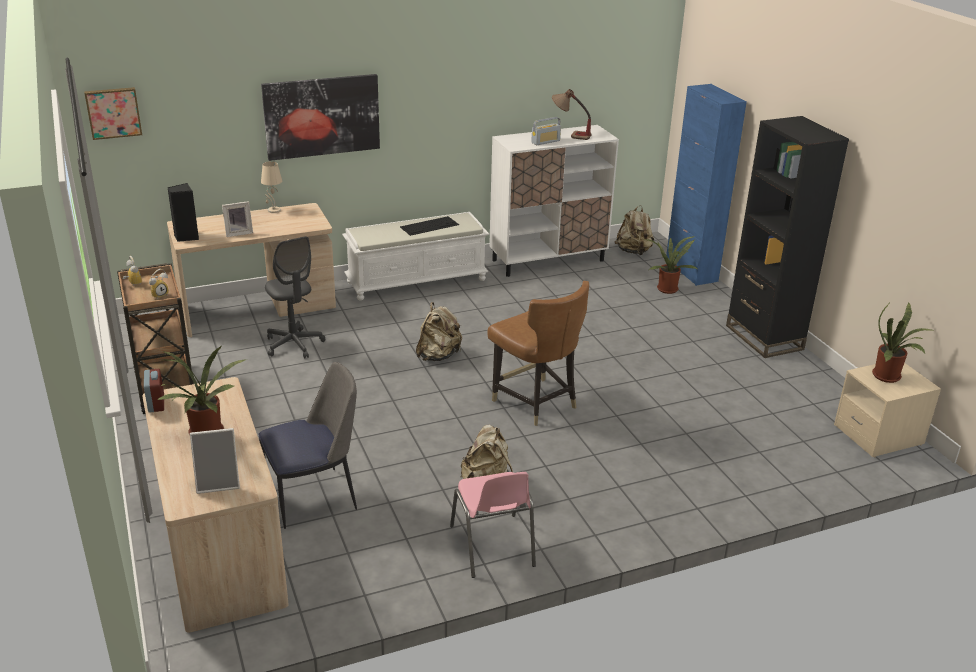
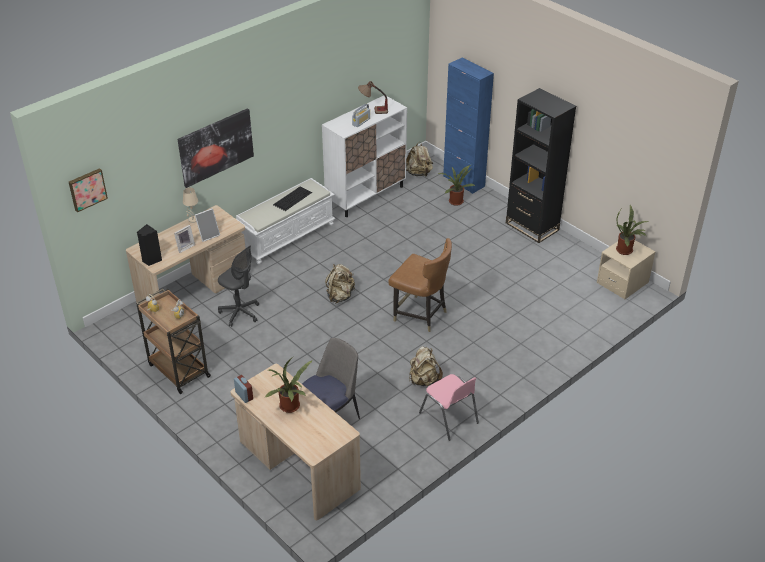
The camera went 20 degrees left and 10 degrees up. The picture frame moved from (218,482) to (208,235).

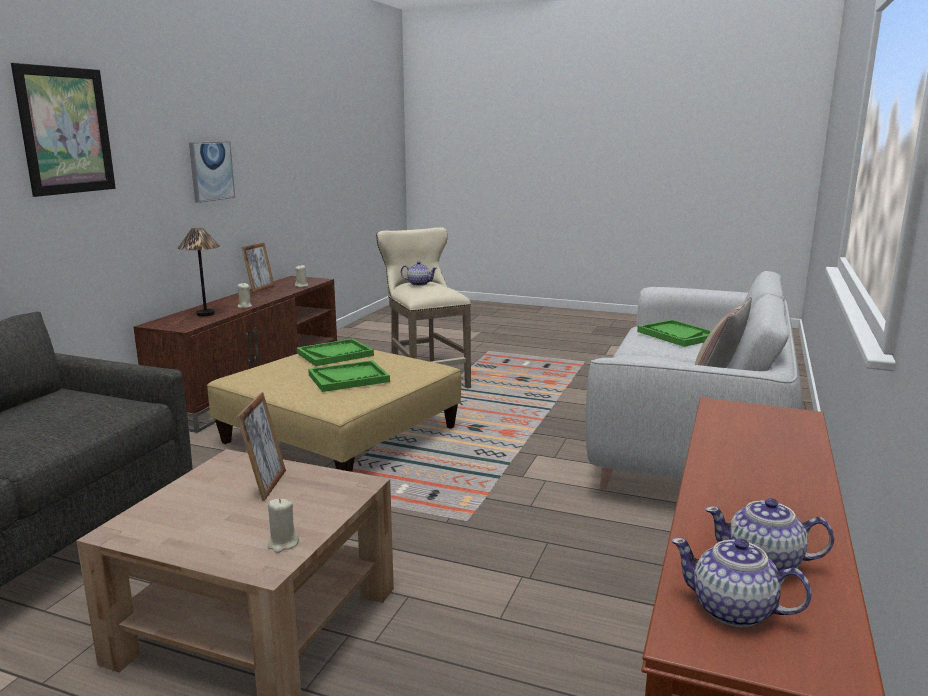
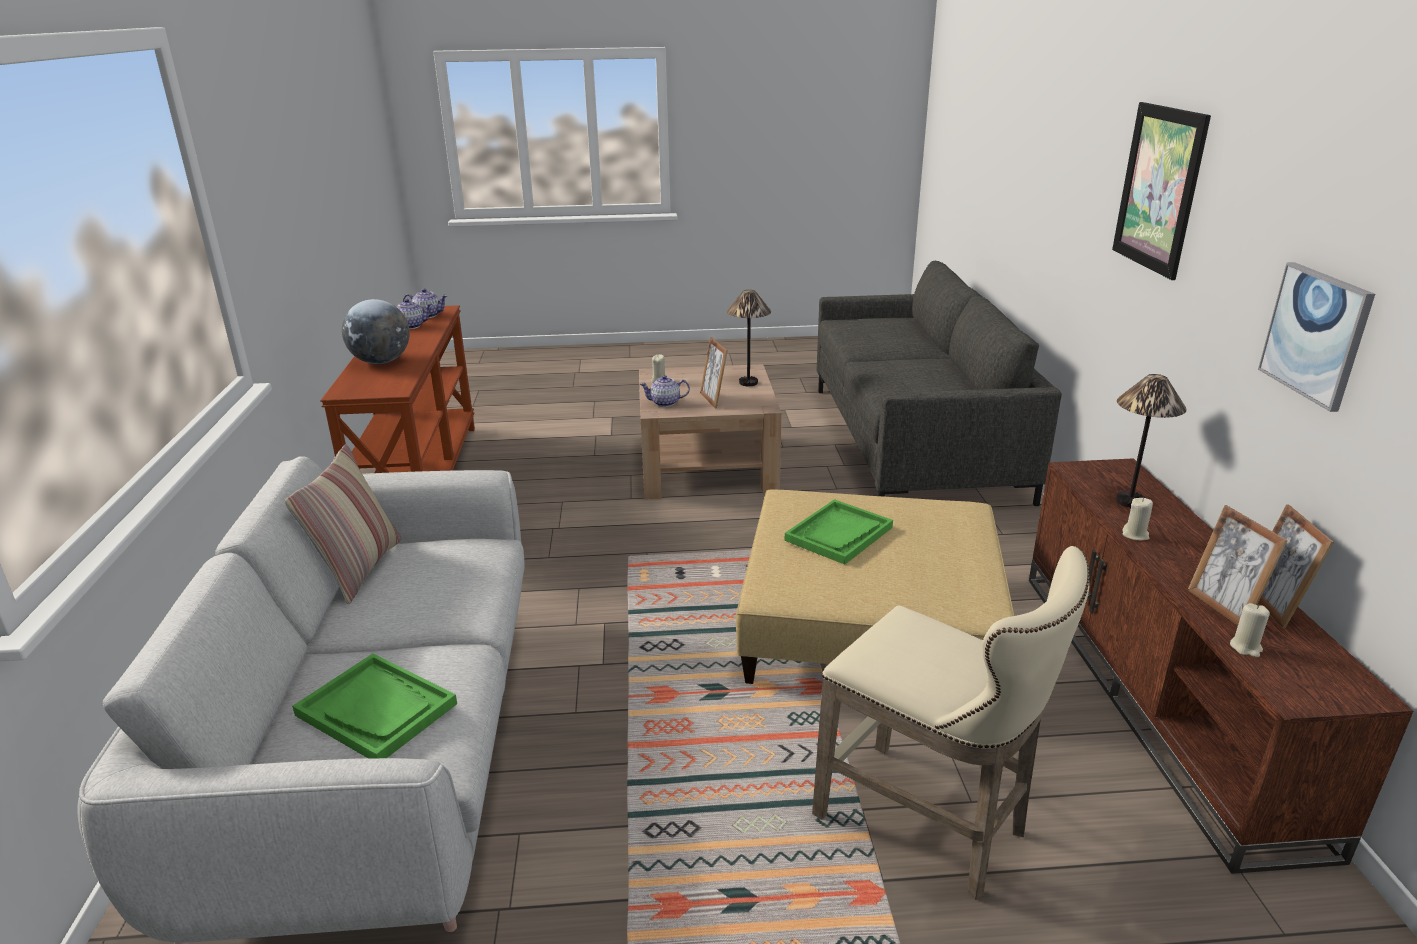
The camera went 155 degrees right and 10 degrees up. The globe at (381,362) appeared. The pot for tea moved from (419,284) to (665,403). The lamp for a table at (747,383) appeared. The picture frame at (1223,607) appeared. The tray (greenish) at (335,354) disappeared.

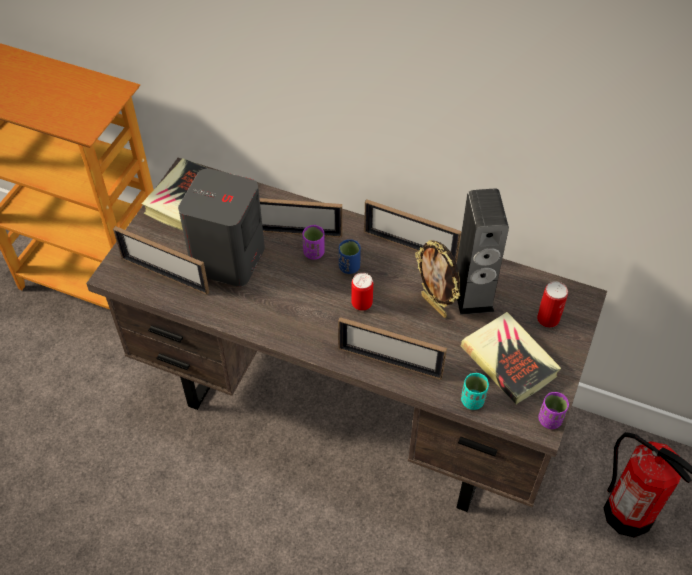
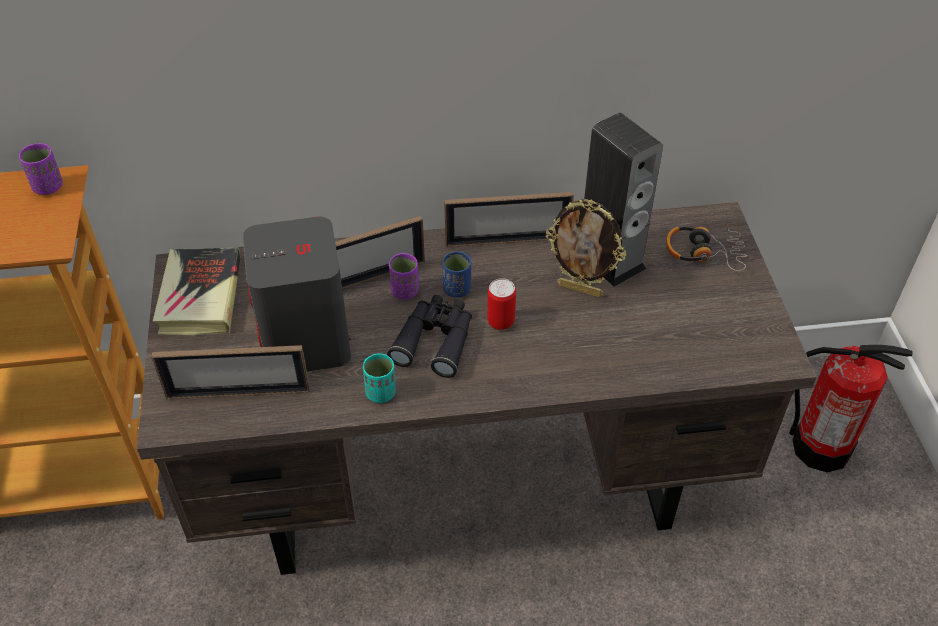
The camera went 30 degrees left and 5 degrees down. The drinking cup (purple-coloured) moved from (550,420) to (48,187). The drinking cup (blue-green) moved from (472,400) to (381,393). The binoculars (blackish) at (435,340) appeared. The metal can at (548,319) was replaced by the pair of headphones at (704,252). The picture frame at (390,362) disappeared. The book at (509,361) disappeared.

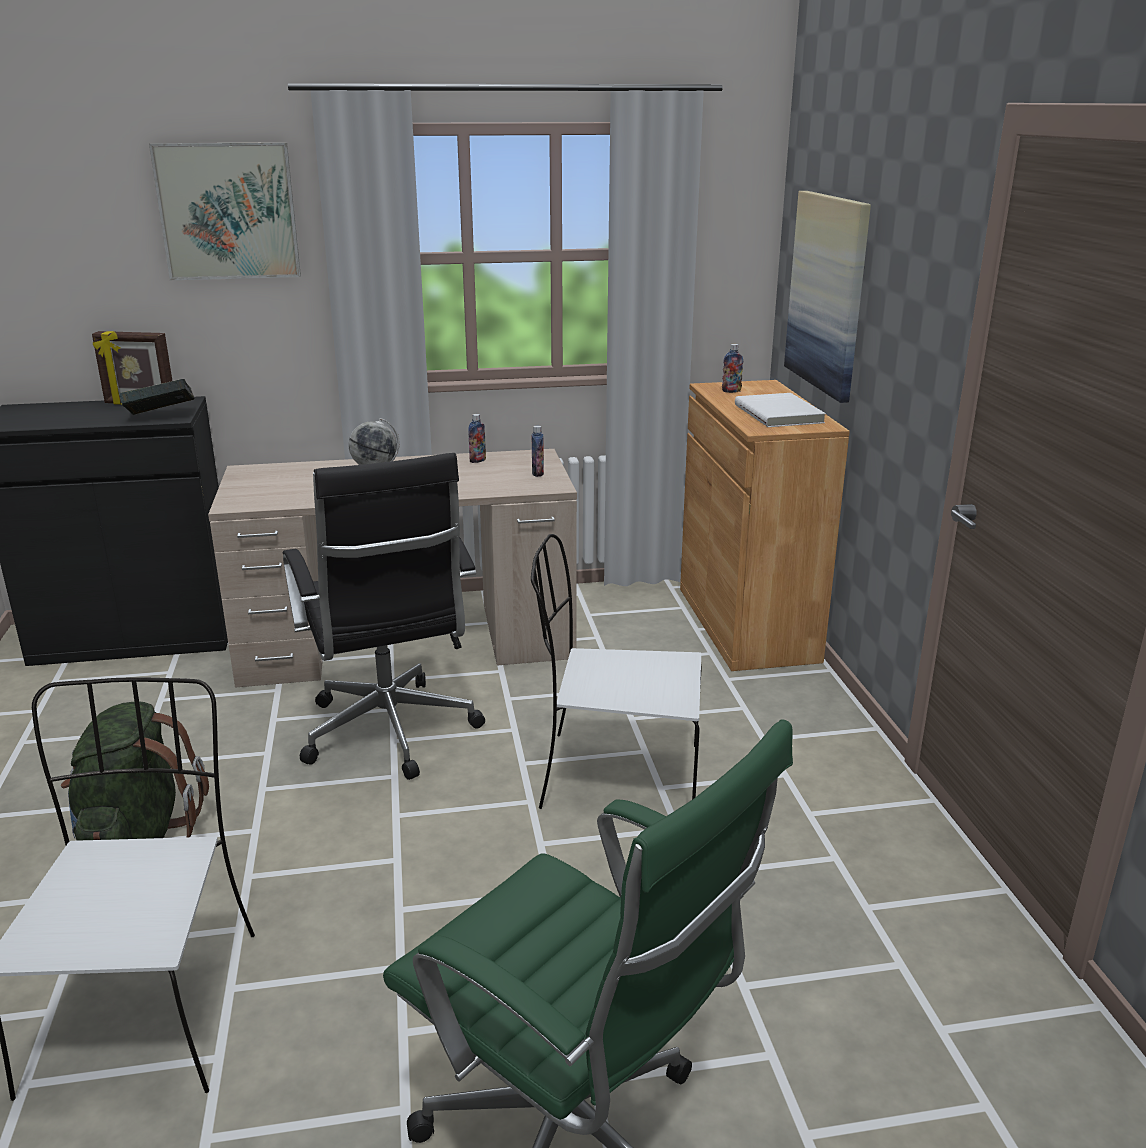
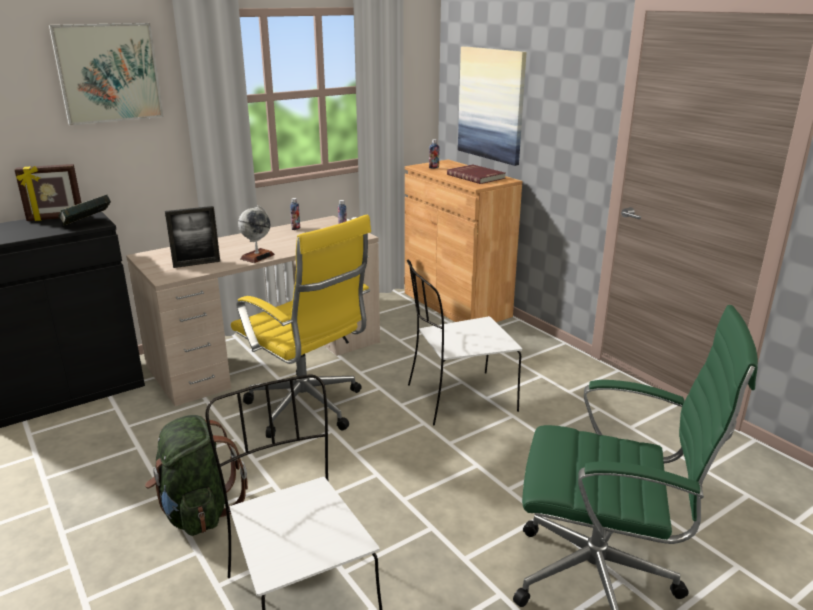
The camera went 25 degrees left and 0 degrees up. The picture frame at (196,264) appeared. The computer chair (blackish) at (391,735) became the computer chair (yellow) at (308,409). The book (white-coloured) at (780,414) became the book (reddish) at (476,176).

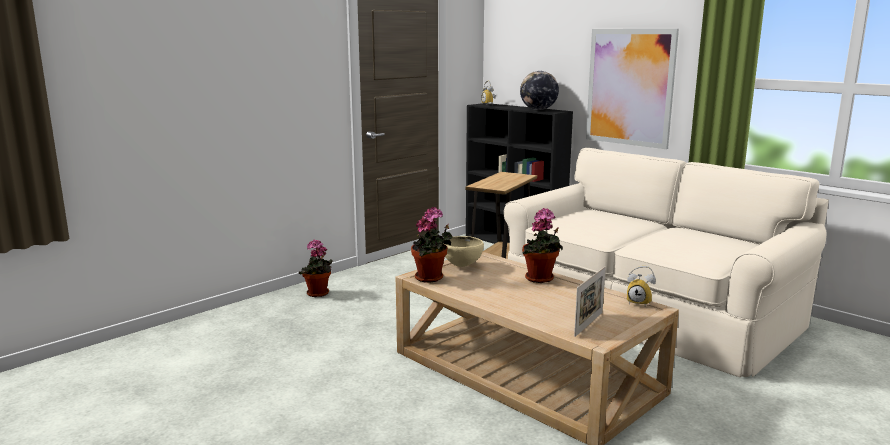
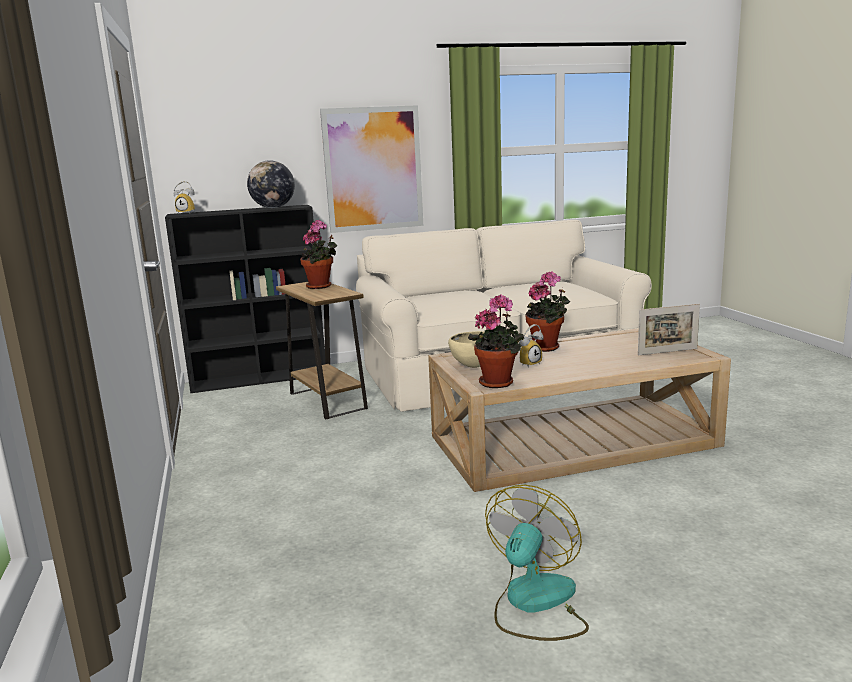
The camera went 60 degrees left and 0 degrees up. The houseplant moved from (318,294) to (321,286). The cooling fan at (534,604) appeared. The bedside clock moved from (640,302) to (528,364). The picture frame at (588,324) turned 105 degrees clockwise.

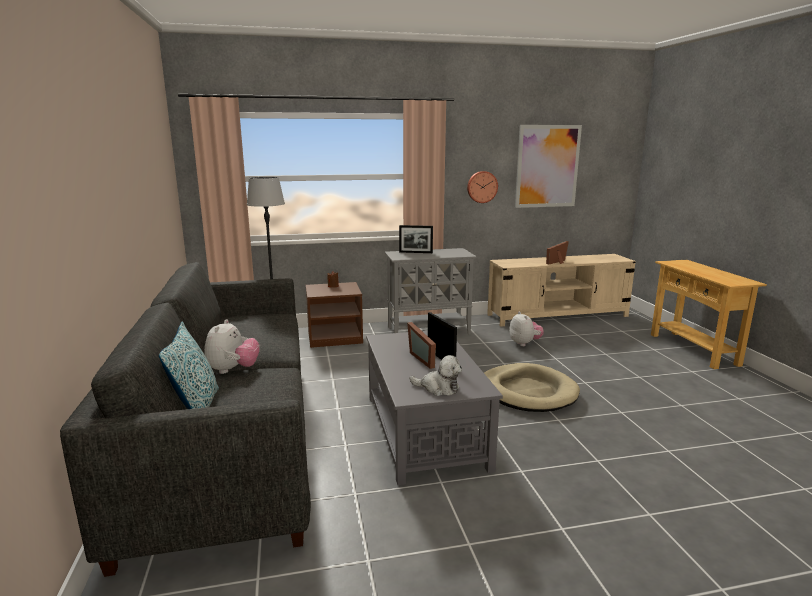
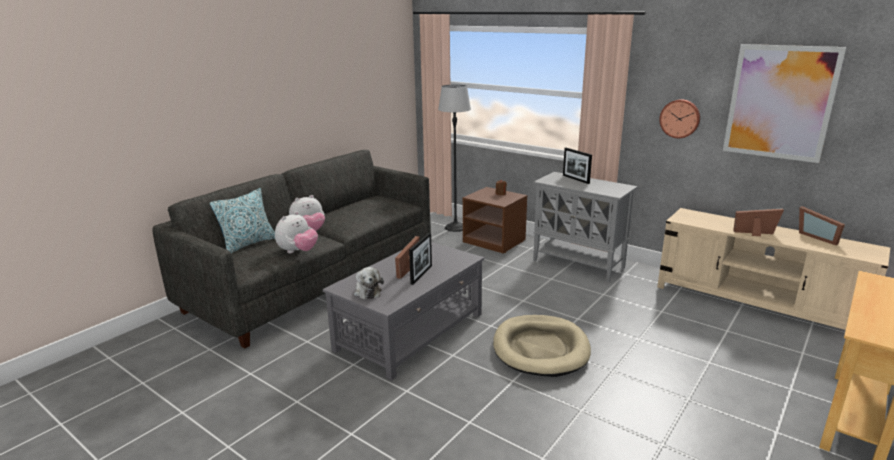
The camera went 50 degrees right and 5 degrees up. The soft toy moved from (524,343) to (298,251). The picture frame at (818,237) appeared.

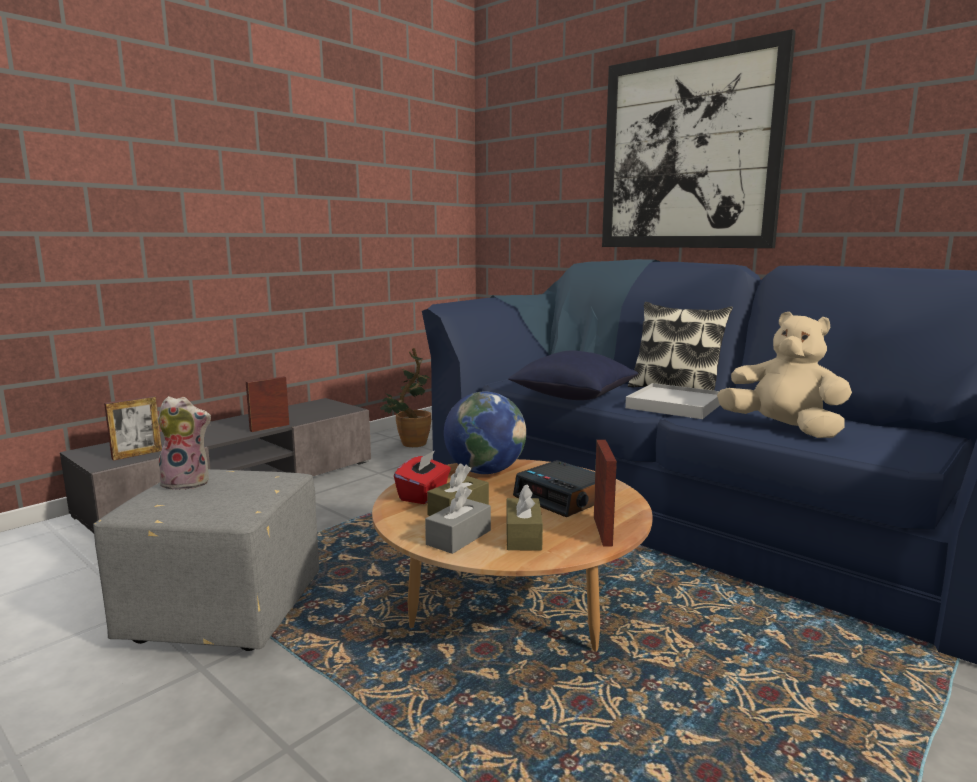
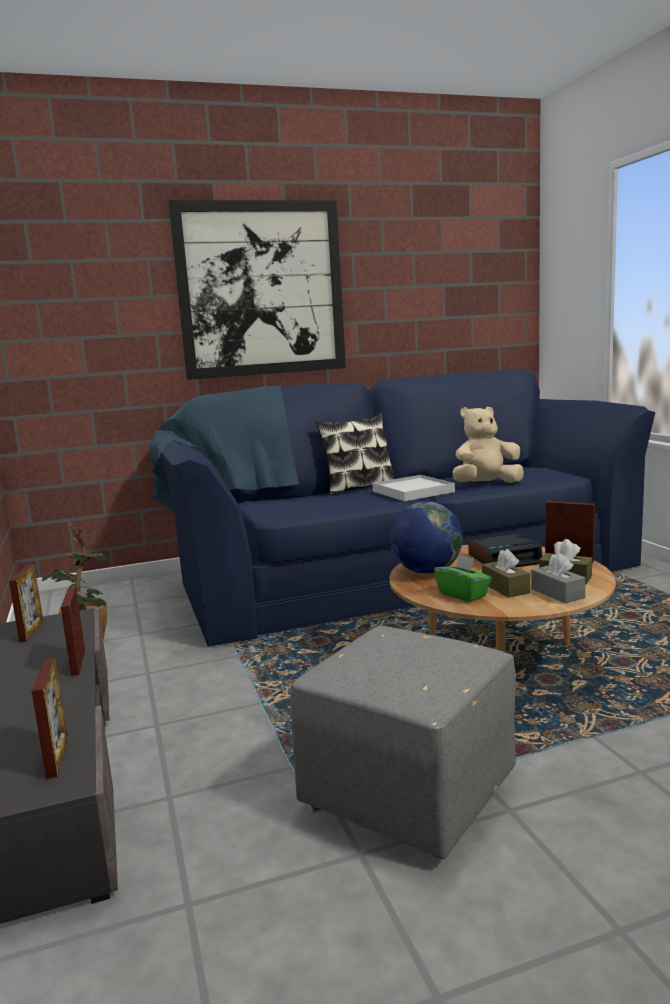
The camera went 60 degrees left and 0 degrees up. The picture frame at (31,631) appeared. The tissue box (reddish) at (424,495) became the tissue box (greenish) at (463,594). The soft toy at (188,482) disappeared. The cushion (blue-coloured) at (573,397) disappeared.

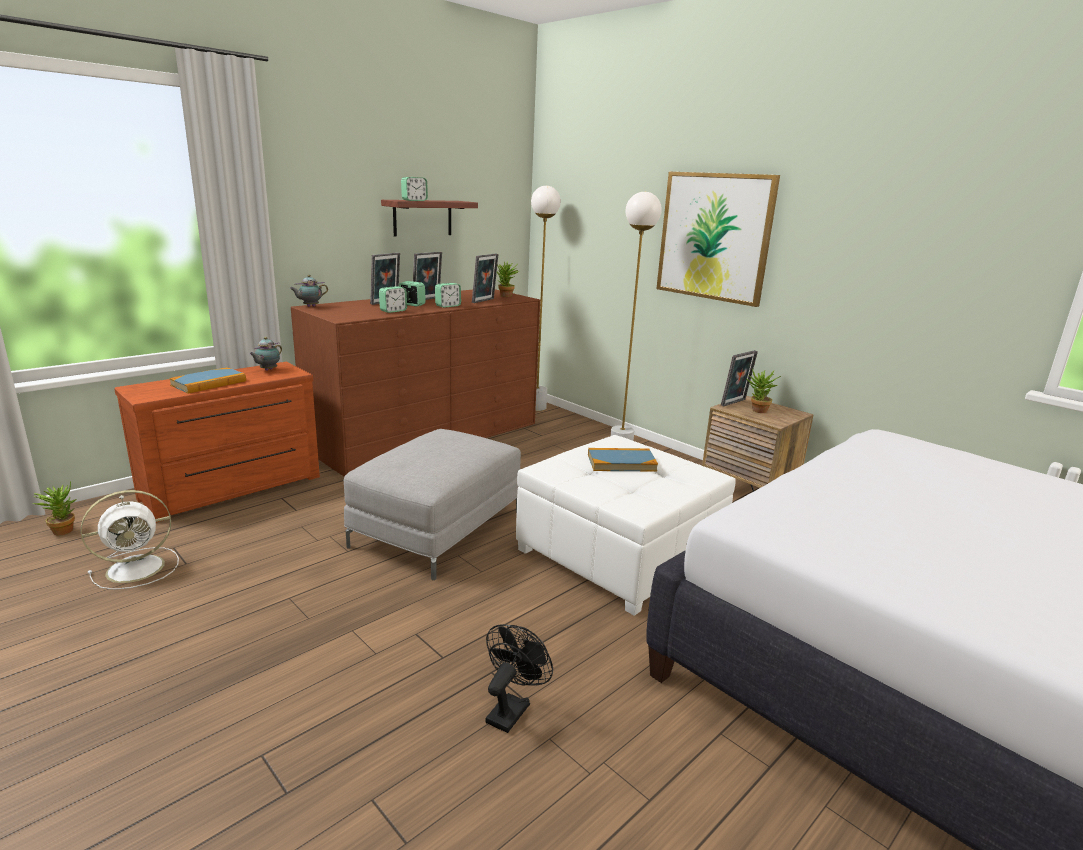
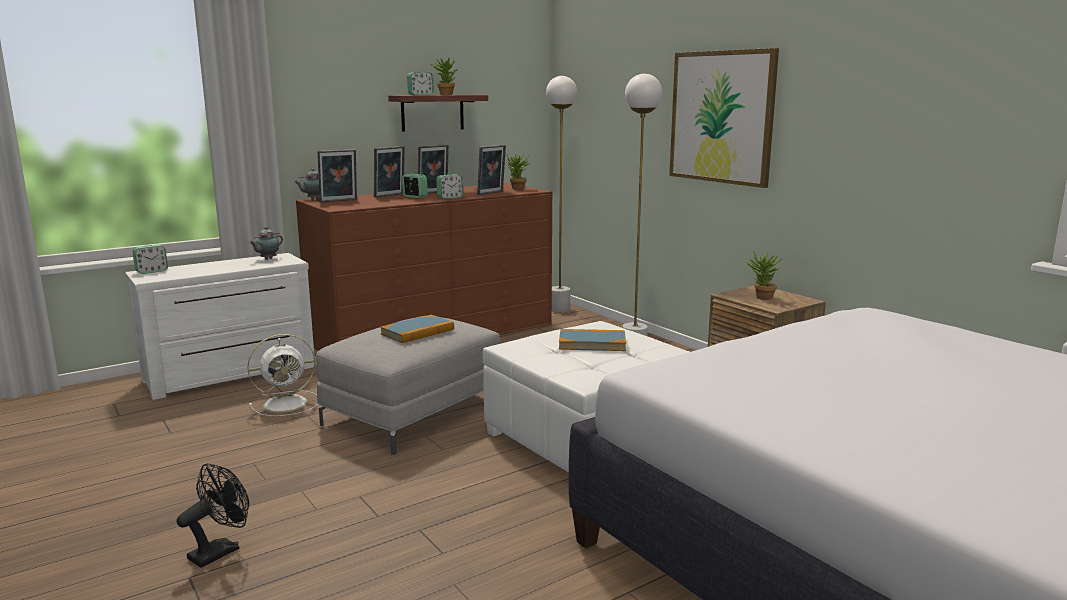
The camera went 10 degrees right and 5 degrees down. The drawer chest (brown) at (234,489) became the drawer chest (white-coloured) at (232,375). The bedside clock moved from (393,311) to (151,271). The cooling fan (blackish) moved from (511,709) to (220,550). The cooling fan (white-coloured) moved from (138,568) to (287,403). The picture frame moved from (735,403) to (339,201). The book moved from (209,383) to (417,332). The houseplant moved from (63,529) to (445,94).

